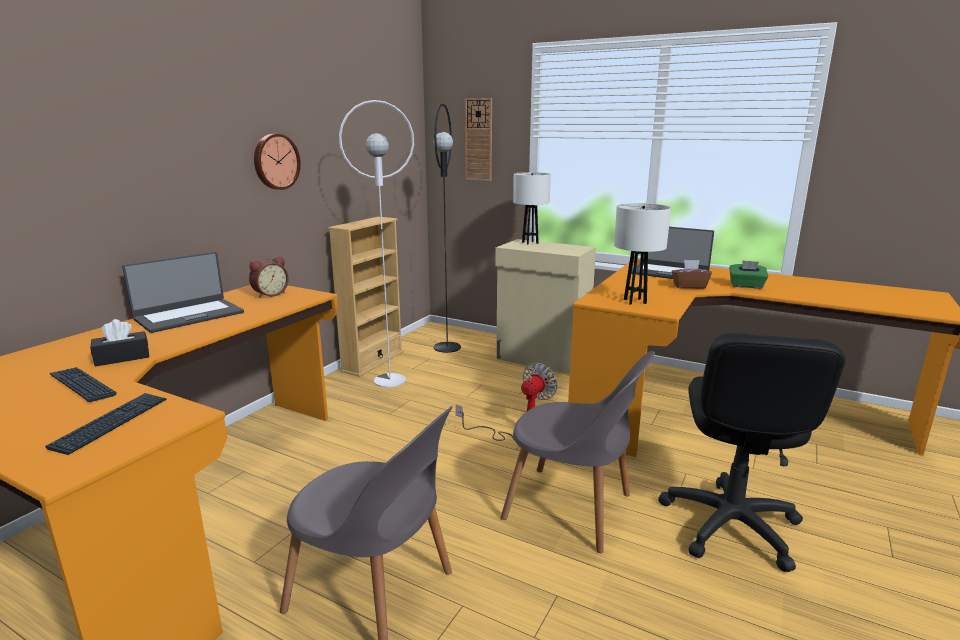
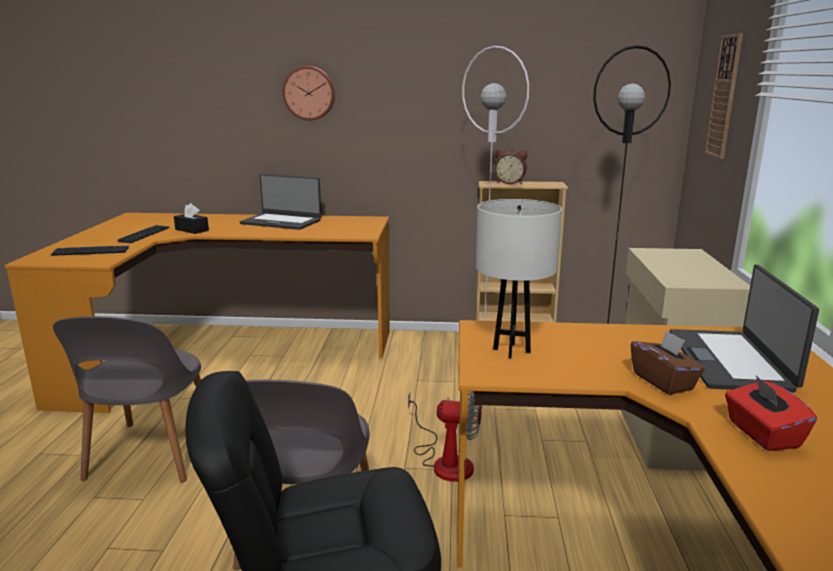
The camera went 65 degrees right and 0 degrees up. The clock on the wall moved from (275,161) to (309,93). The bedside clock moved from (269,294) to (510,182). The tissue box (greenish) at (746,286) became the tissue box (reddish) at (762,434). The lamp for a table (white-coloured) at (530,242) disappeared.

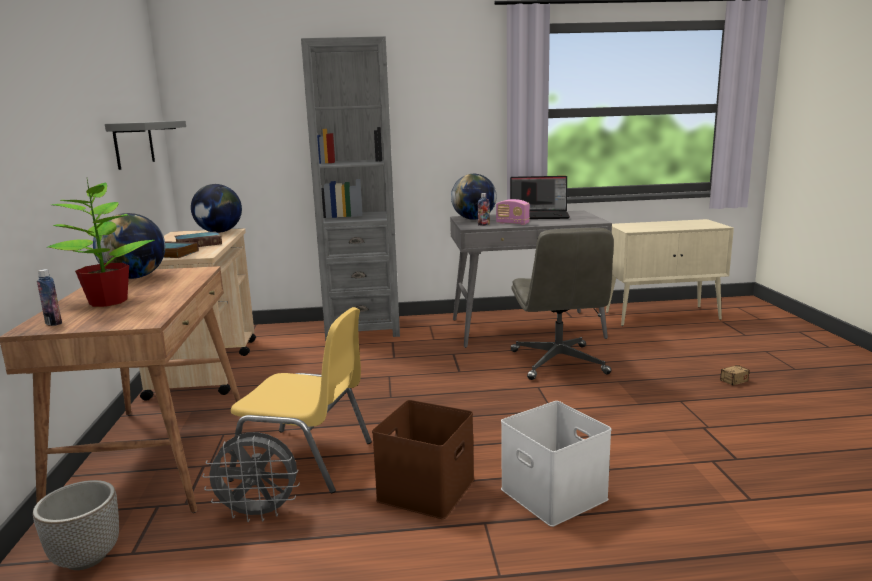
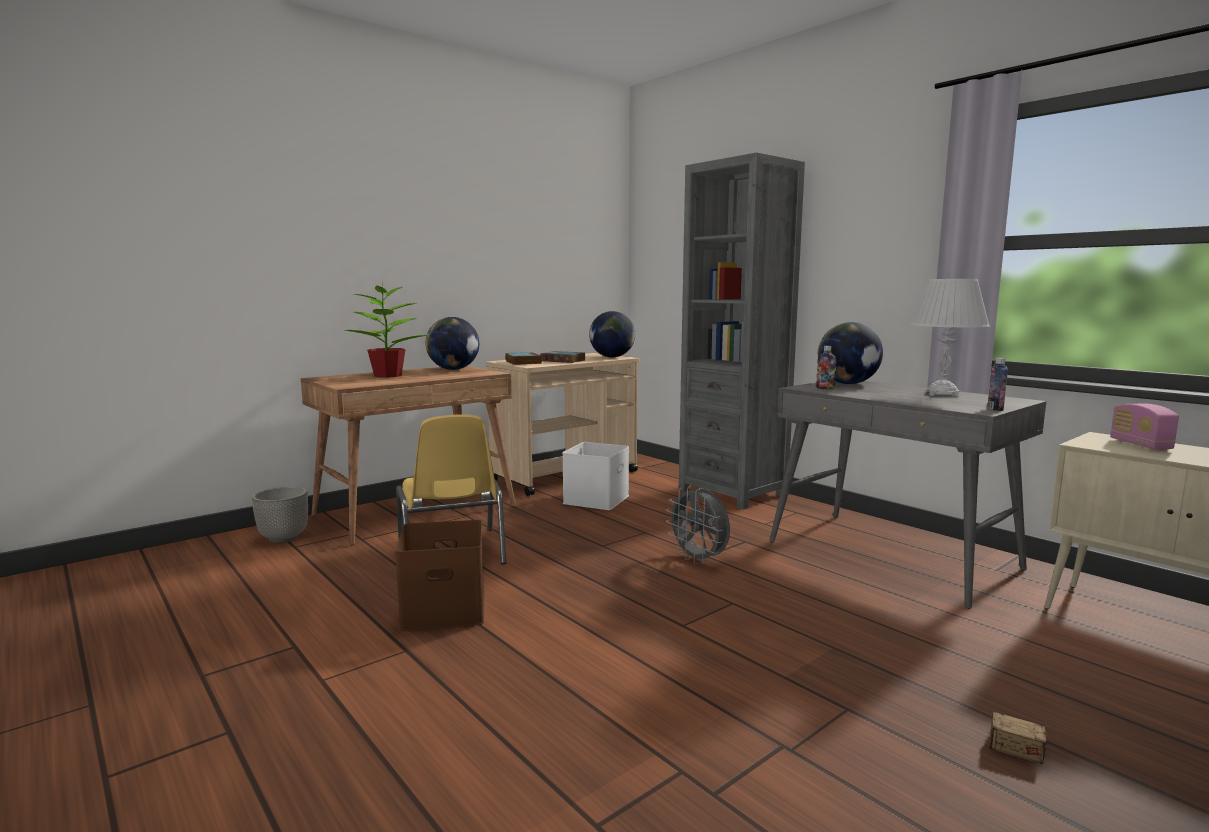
The camera went 55 degrees right and 5 degrees down. The storage bin (white-coloured) moved from (556,494) to (597,500). The cooling fan (grey) moved from (259,513) to (699,560). The laptop at (539,215) was replaced by the lamp for a table (white-coloured) at (942,394). The bottle moved from (53,323) to (995,409). The radio moved from (512,223) to (1140,445). The bracket shelf (grey) at (134,144) disappeared. The computer chair (grey) at (559,363) disappeared.

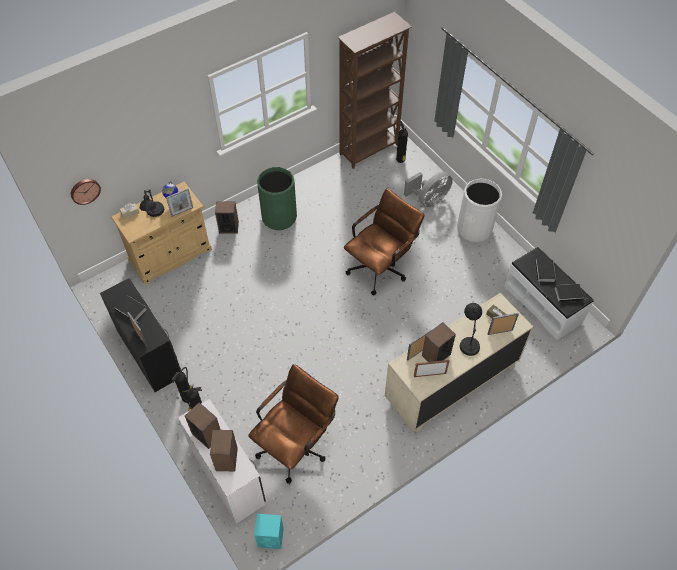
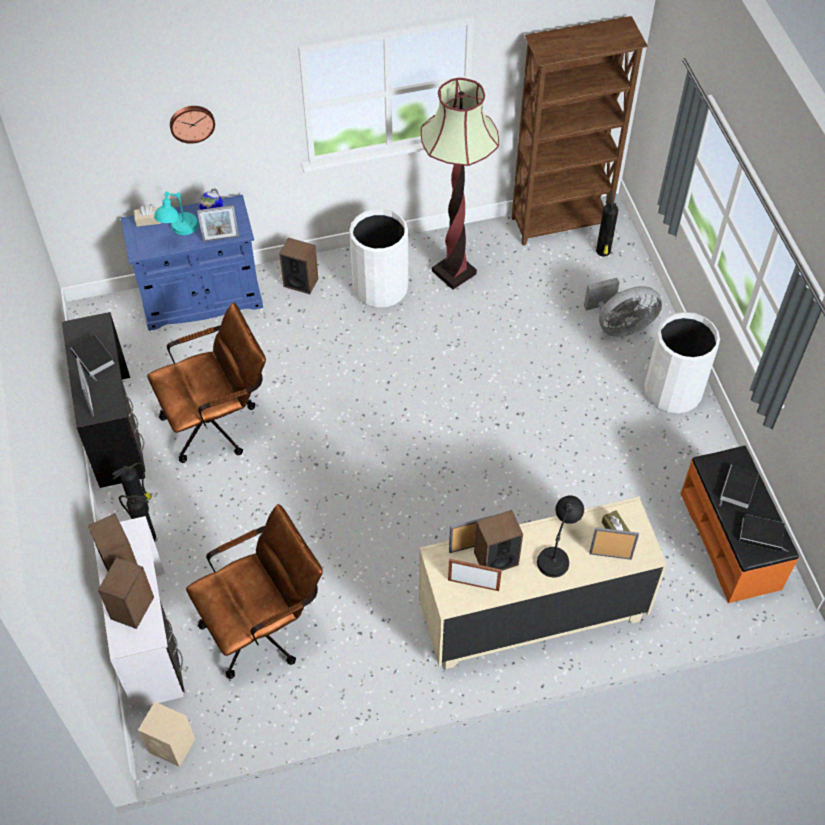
The camera went 20 degrees right and 0 degrees up. The cupboard (beige-coloured) at (170,255) became the cupboard (blue-coloured) at (201,299). The speaker (blue-green) at (271,537) became the speaker (beige-coloured) at (173,746). The computer chair (brown) moved from (380,266) to (218,422). The lamp for a table (blackish) at (154,216) became the lamp for a table (blue-green) at (179,234). The clock on the wall moved from (85,190) to (192,122). The trash can (greenish) at (279,217) became the trash can (white-coloured) at (380,287). The floor lamp at (454,272) appeared. The bench (white-coloured) at (543,304) became the bench (orange) at (731,540).

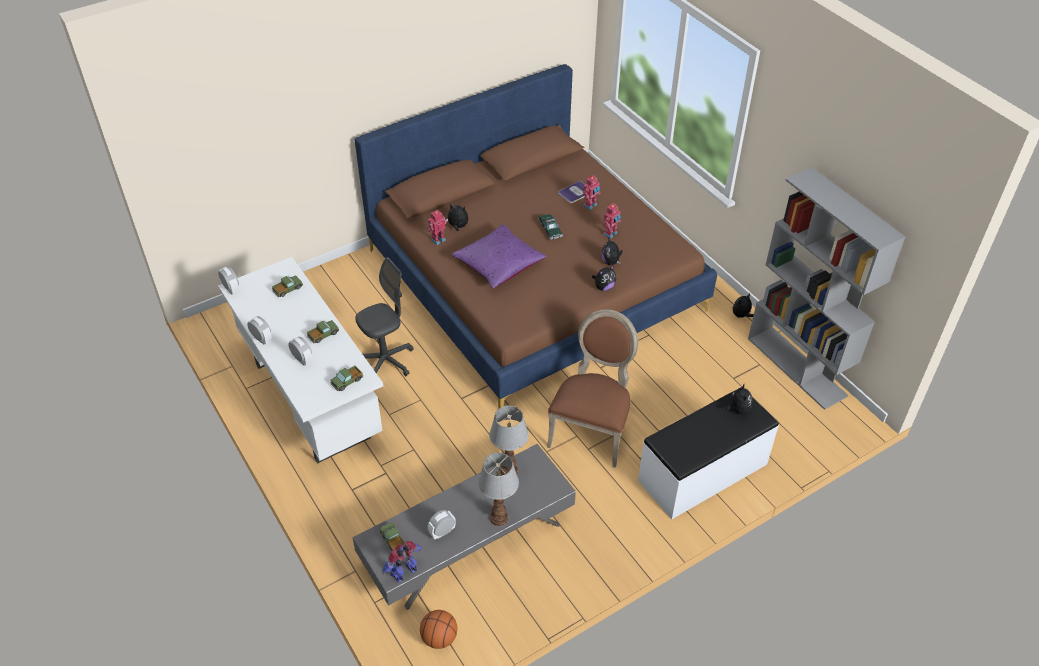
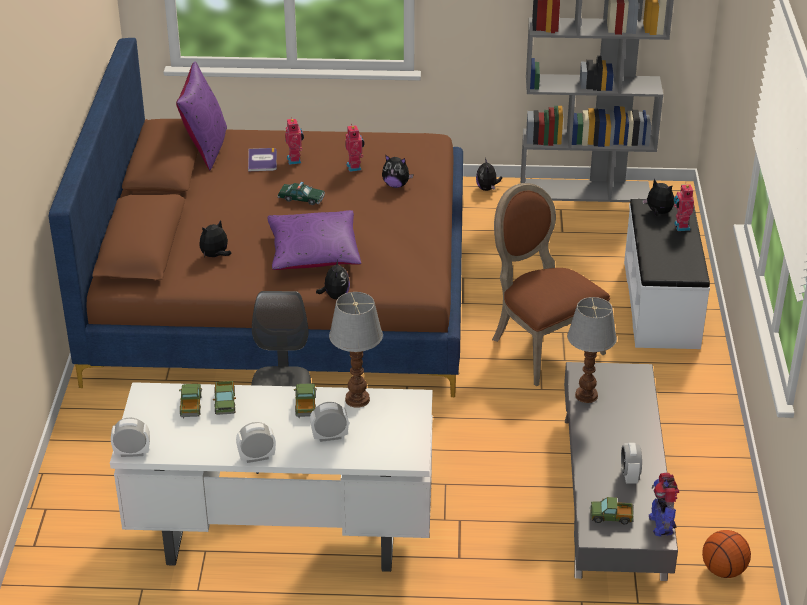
The camera went 55 degrees left and 10 degrees down. The cushion (purple-coloured) at (205,148) appeared. The model truck moved from (347,381) to (225,403). The soft toy moved from (604,287) to (335,296). The lamp for a table moved from (499,517) to (356,399). The model robot moved from (437,239) to (680,226).

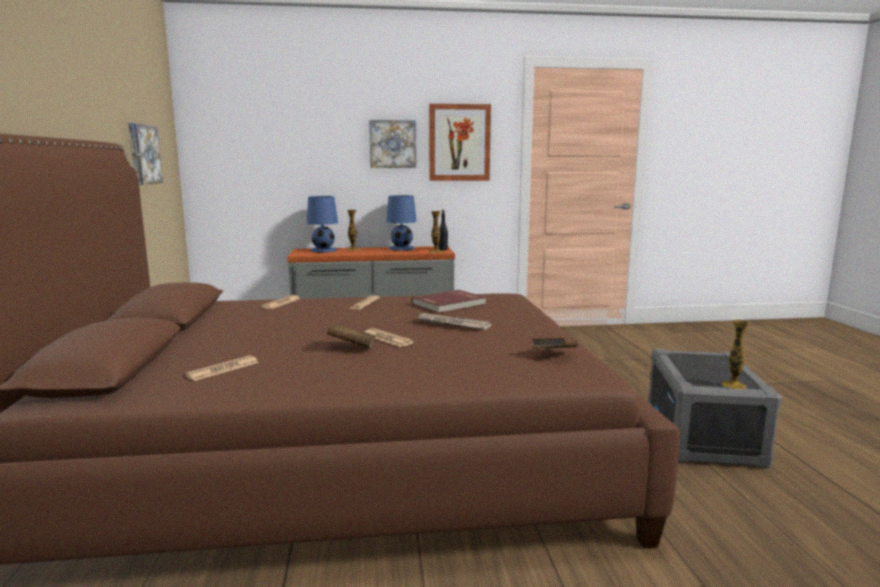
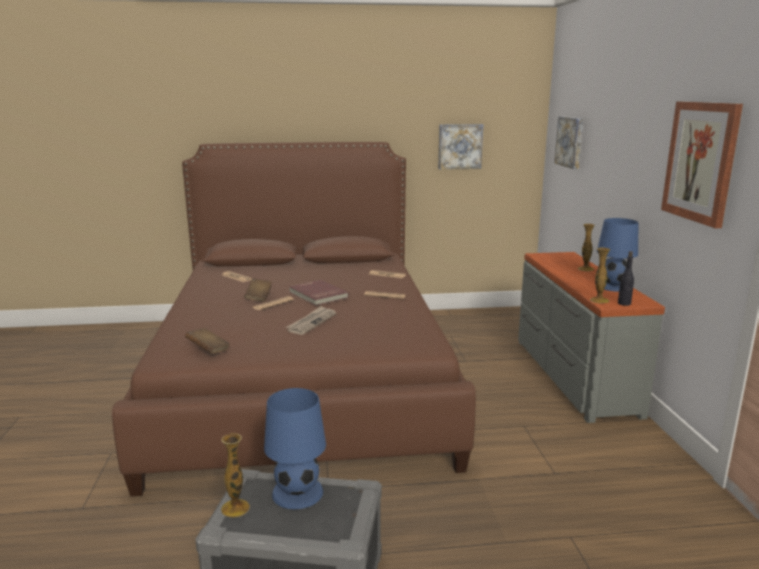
The camera went 90 degrees right and 5 degrees up. The lamp for a table (blue-coloured) moved from (323,250) to (297,493). The book (reddish) moved from (449,304) to (317,295). The wall art moved from (392,144) to (570,142).

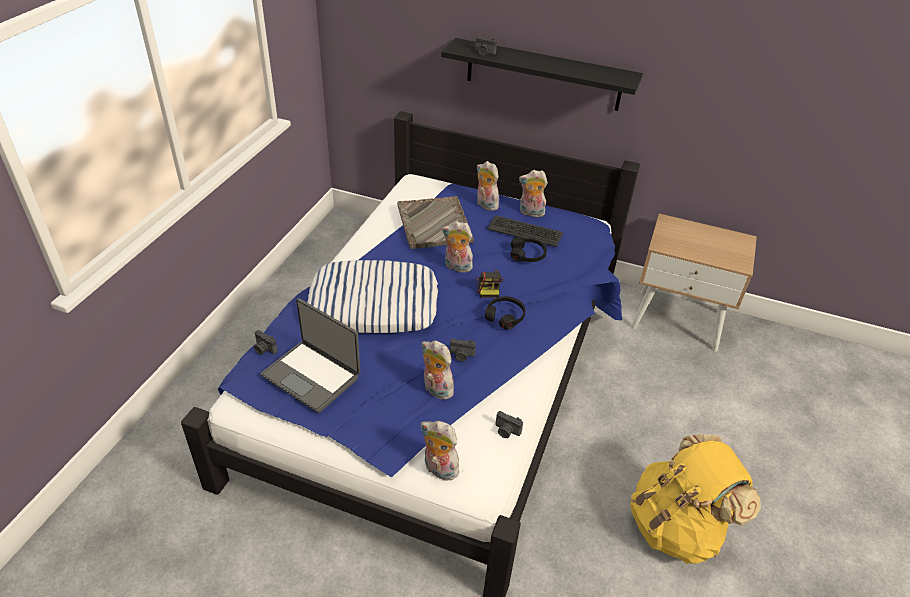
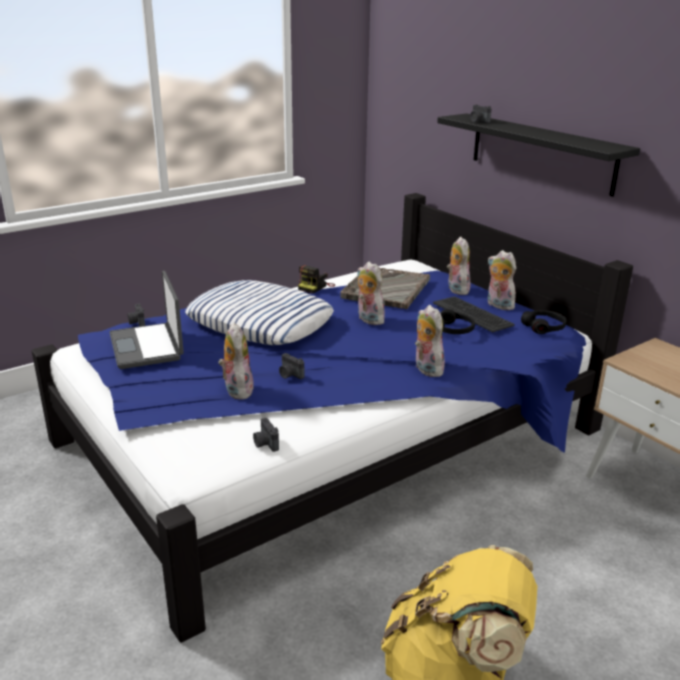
The camera went 35 degrees right and 15 degrees down. The photo camera moved from (488,286) to (315,287). The soft toy moved from (438,469) to (426,369). The pair of headphones (blackish) moved from (505,316) to (544,327).

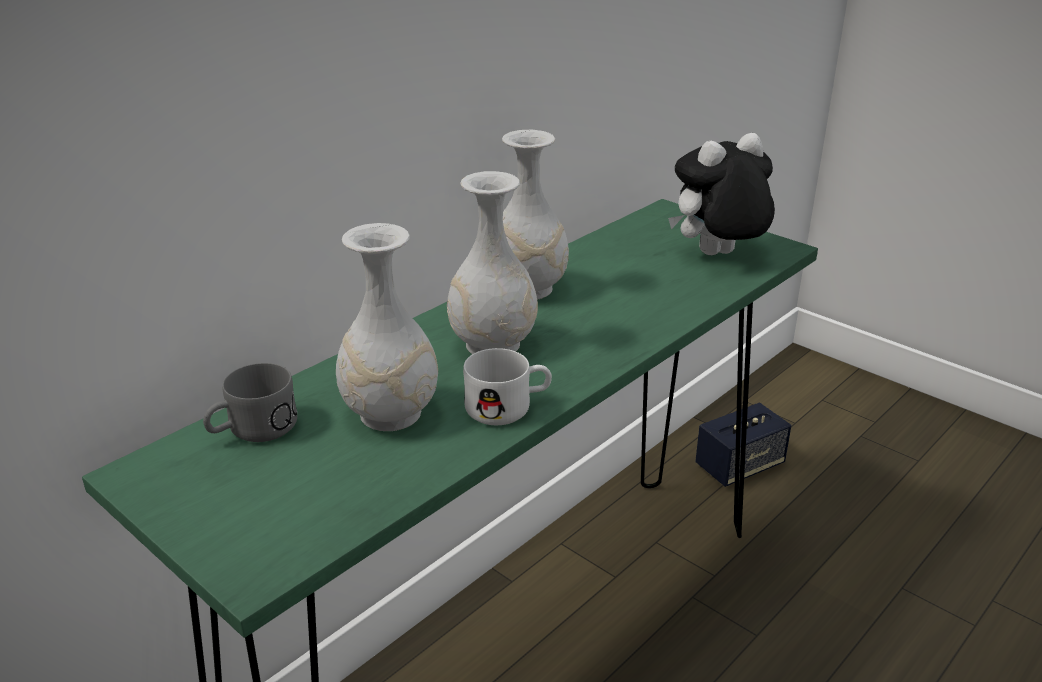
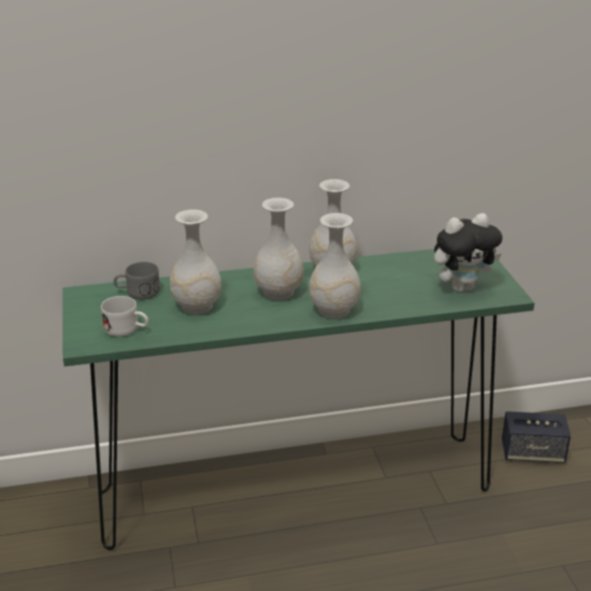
The camera went 35 degrees right and 0 degrees up. The mug (white-coloured) moved from (508,407) to (127,329). The vase (white-coloured) at (333,310) appeared. The soft toy at (717,256) turned 150 degrees clockwise.

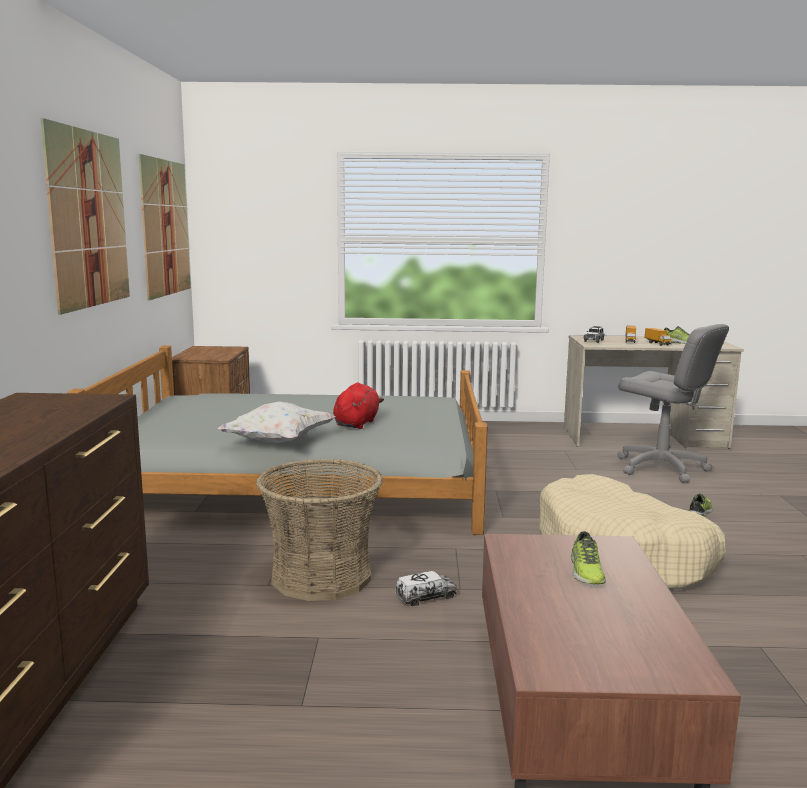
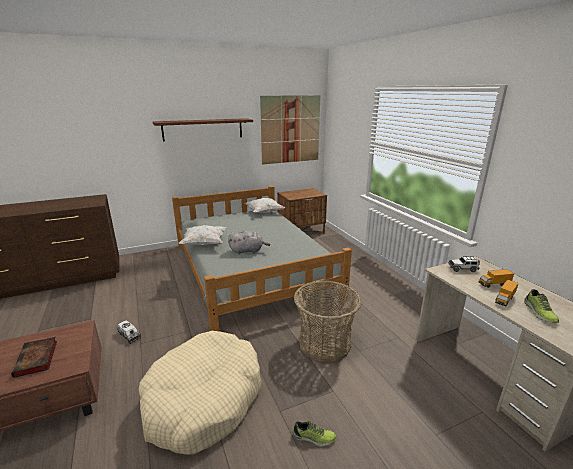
The camera went 65 degrees right and 10 degrees up. The item of footwear at (585,571) was replaced by the book at (37,359). The wall art at (89,219) was replaced by the bracket shelf (brown) at (203,129). The soft toy (reddish) at (357,423) became the soft toy (grey) at (248,251). The cushion (white-coloured) at (264,212) appeared. The storage basket moved from (321,576) to (324,343). The computer chair (grey) at (661,468) disappeared.

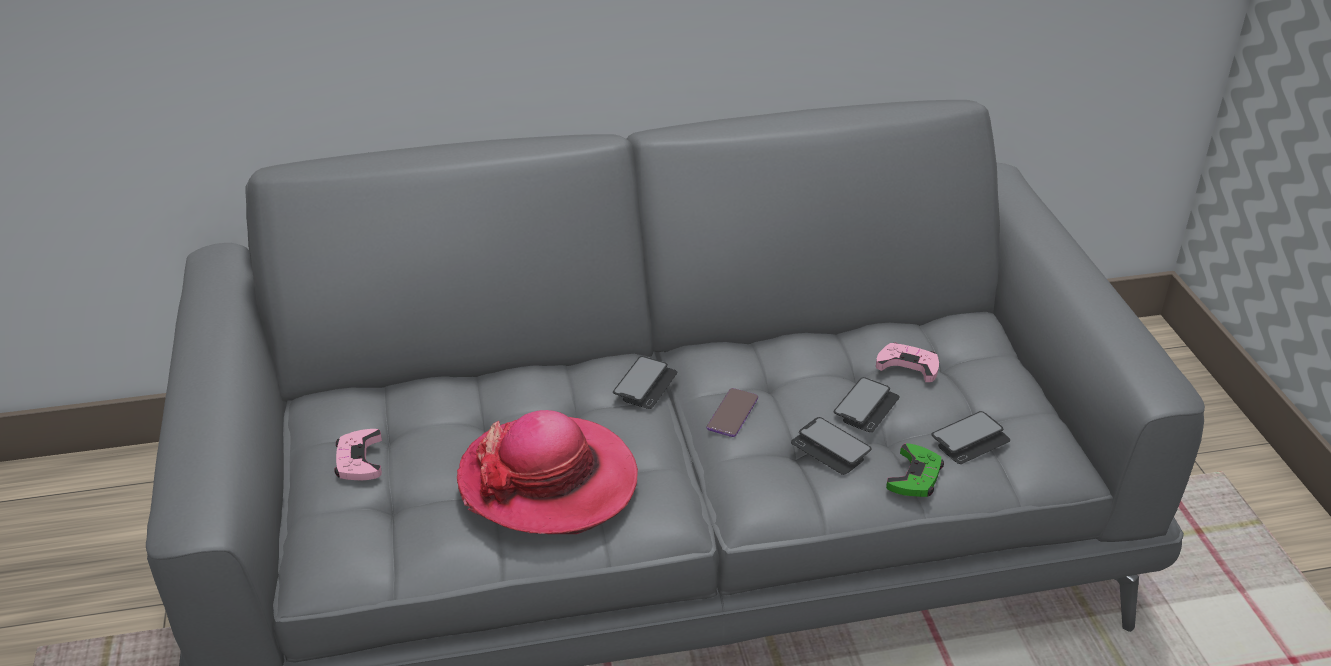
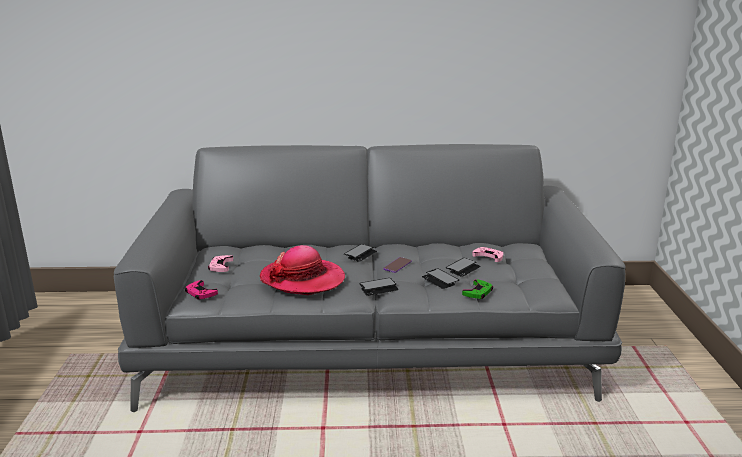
The camera went 10 degrees right and 15 degrees down. The gamepad (pink-coloured) at (200,293) appeared. The handset moved from (970,439) to (378,288).

